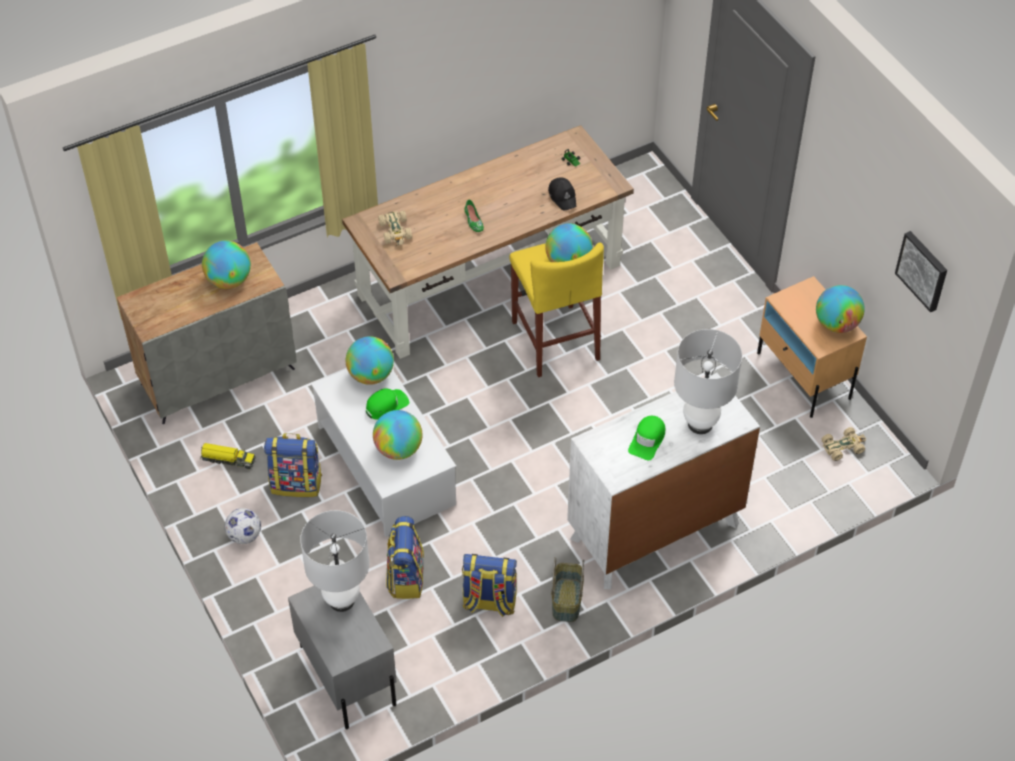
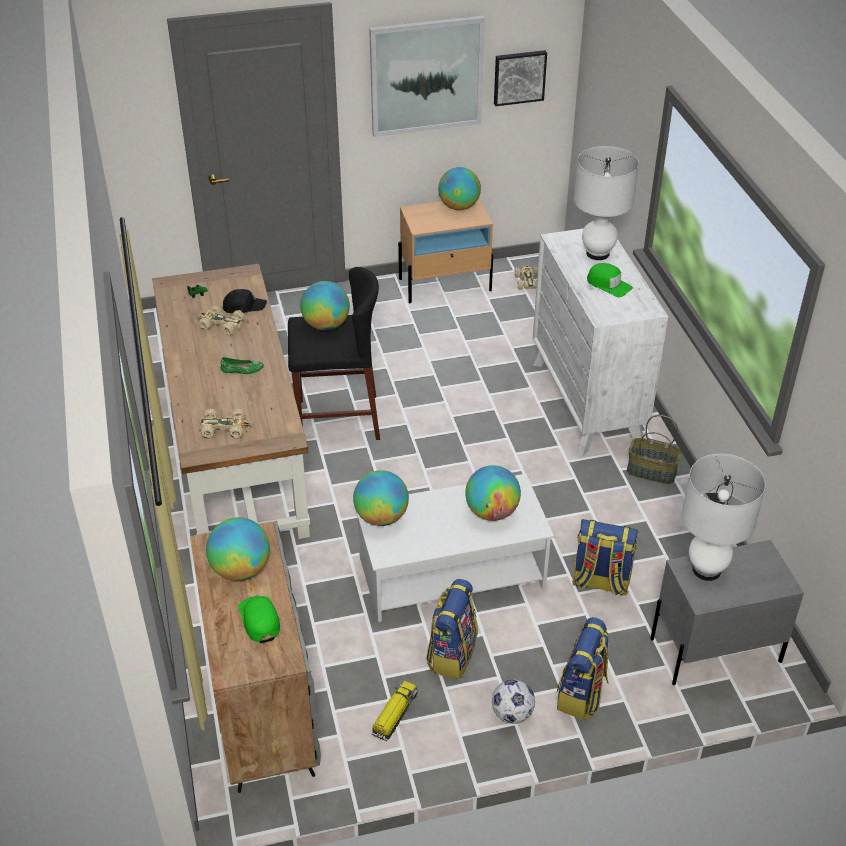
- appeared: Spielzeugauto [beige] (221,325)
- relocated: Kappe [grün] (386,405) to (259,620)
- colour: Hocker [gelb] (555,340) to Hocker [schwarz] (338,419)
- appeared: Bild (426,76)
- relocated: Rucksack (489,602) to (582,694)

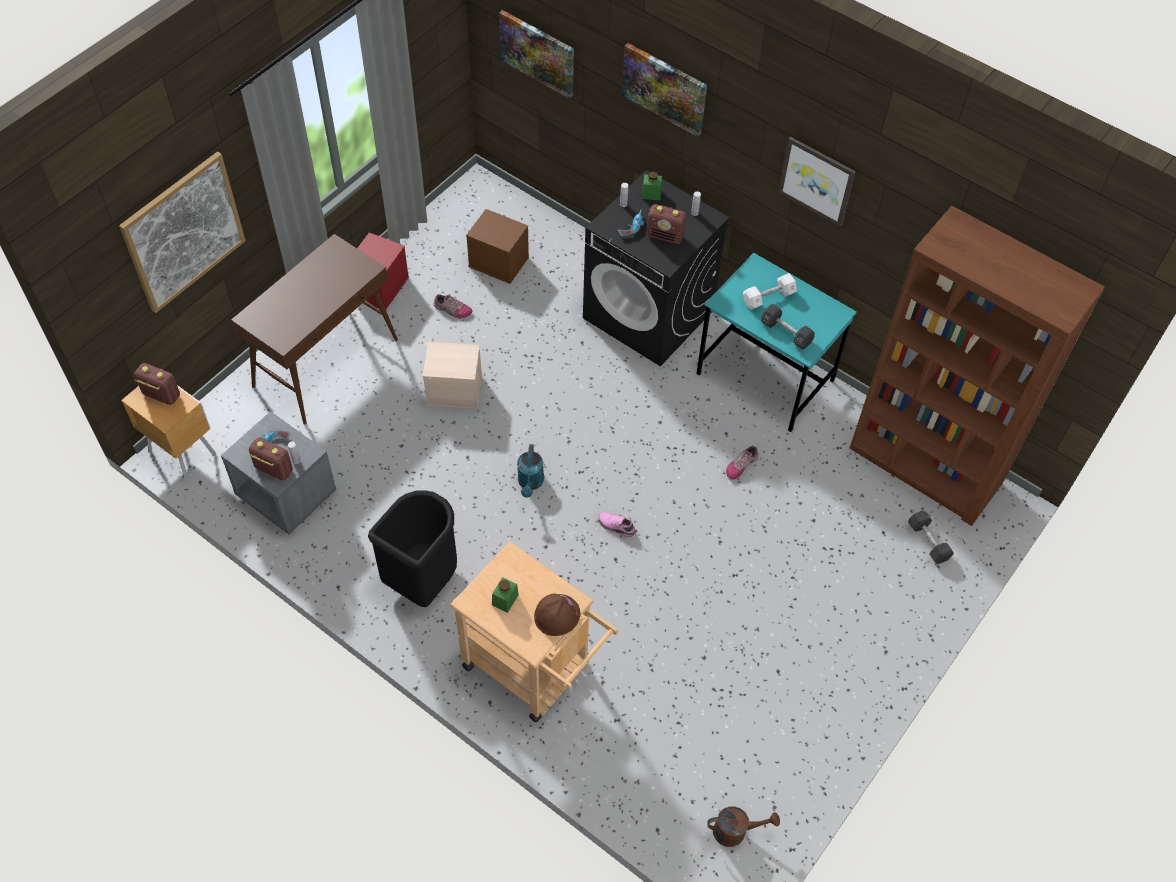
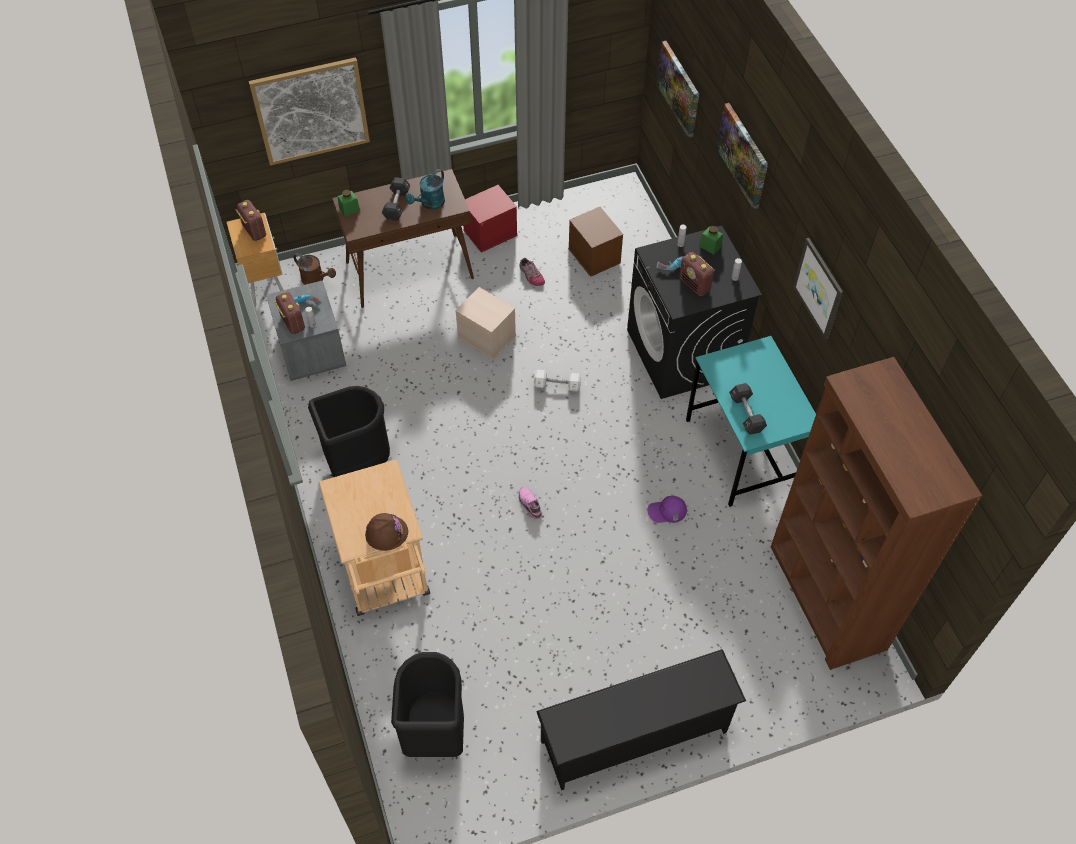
- relocated: Gießkanne [braun] (736,831) to (316,280)
- relocated: Vorratsglas [grün] (505,600) to (349,209)
- relocated: Hantel [schwarz] (928,542) to (396,205)
- appeared: Mülleimer [schwarz] (434,732)
- relocated: Gießkanne [türkis] (530,483) to (429,204)
- relocated: Hantel [weiß] (768,297) to (557,385)
- appeared: Schuhregal [schwarz] (635,738)
- exchanged: Schuh (741,465) to Kappe [lila] (667,511)

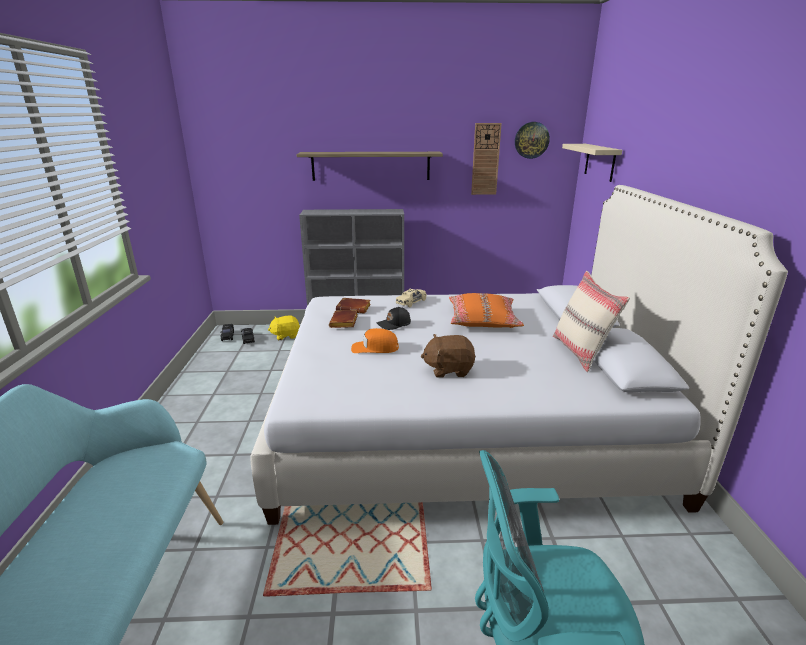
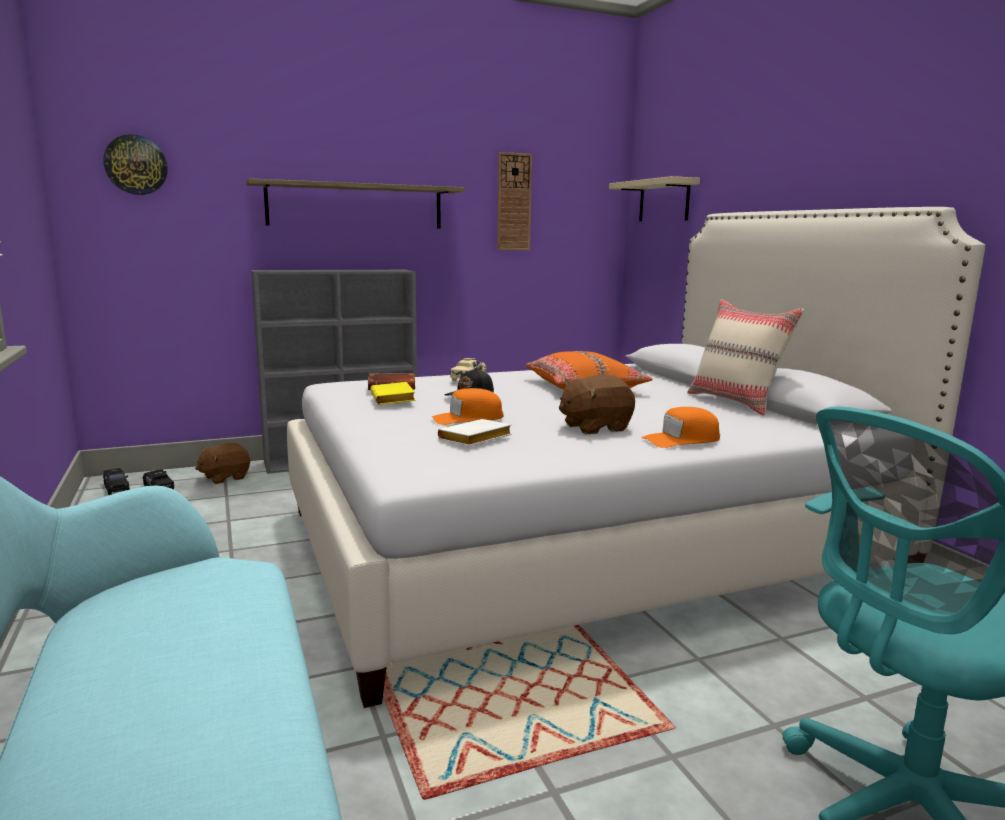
- relocated: Wanduhr (531,140) to (136,165)
- colour: Plüschtier [gelb] (285,336) to Plüschtier [braun] (225,477)
- colour: Buch [braun] (345,322) to Buch [gelb] (394,399)
- appeared: Buch [weiß] (475,439)
- appeared: Kappe [orange] (681,440)

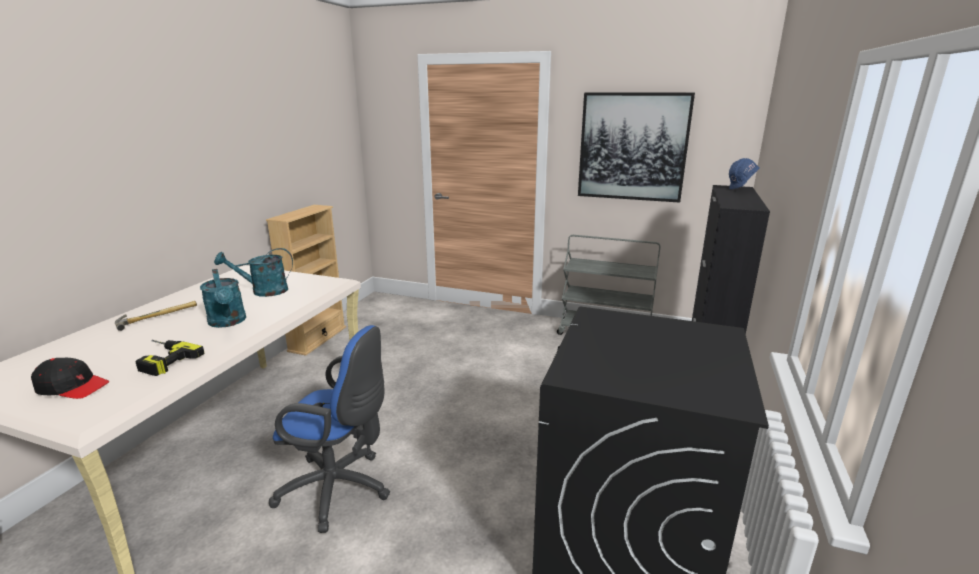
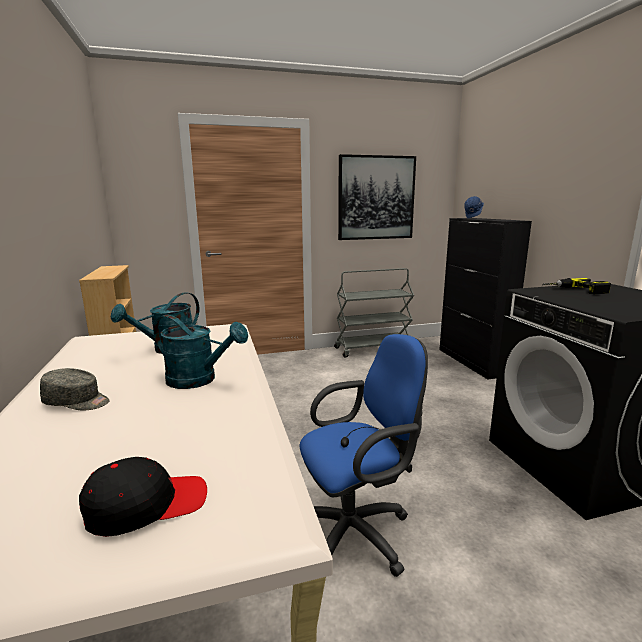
- exchanged: Hammer (157,317) to Kappe [grau] (77,402)
- relocated: Bohrmaschine (160,360) to (575,290)

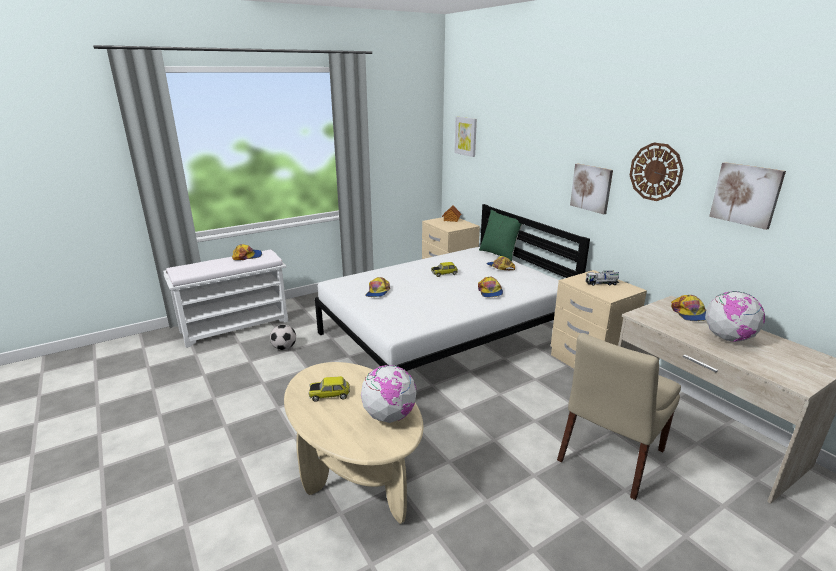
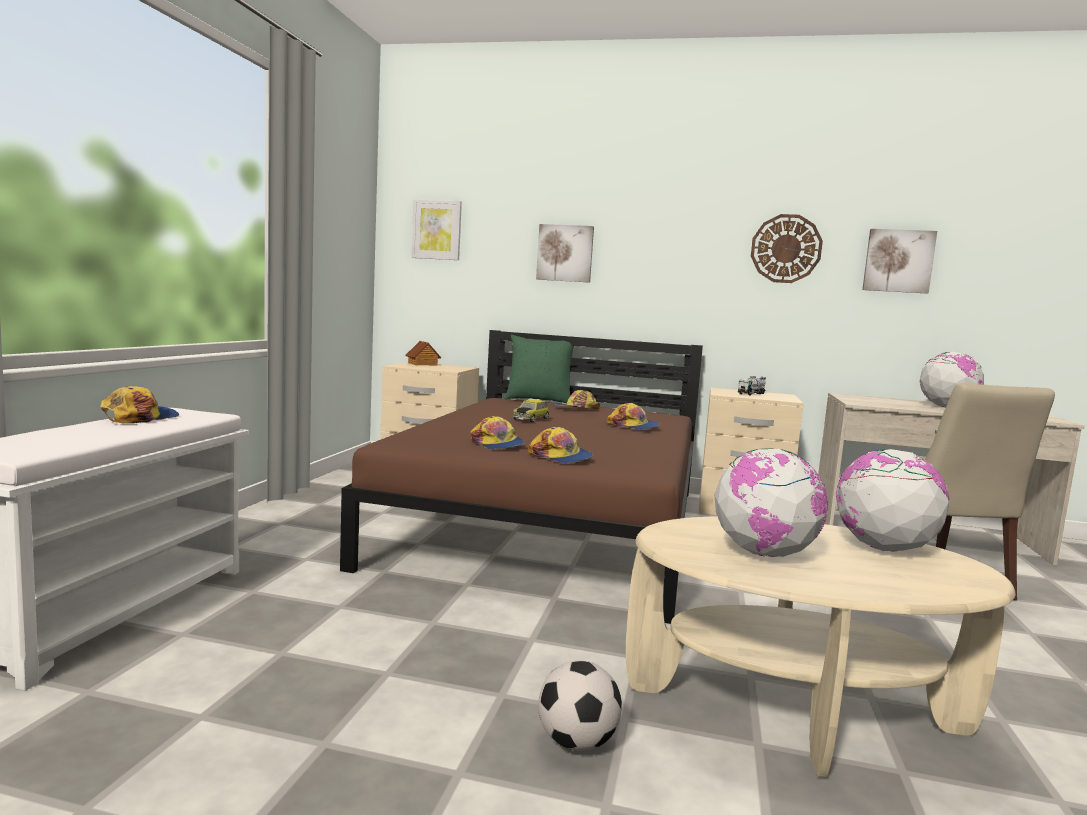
- colour: Bett [weiß] (445,336) to Bett [braun] (551,525)
- relocated: Kappe (690,313) to (561,457)
- relocated: Bild (591,188) to (565,253)
- relocated: Fußball (284,348) to (577,742)
- exchanged: Spielzeugauto (330,394) to Globus (764,553)

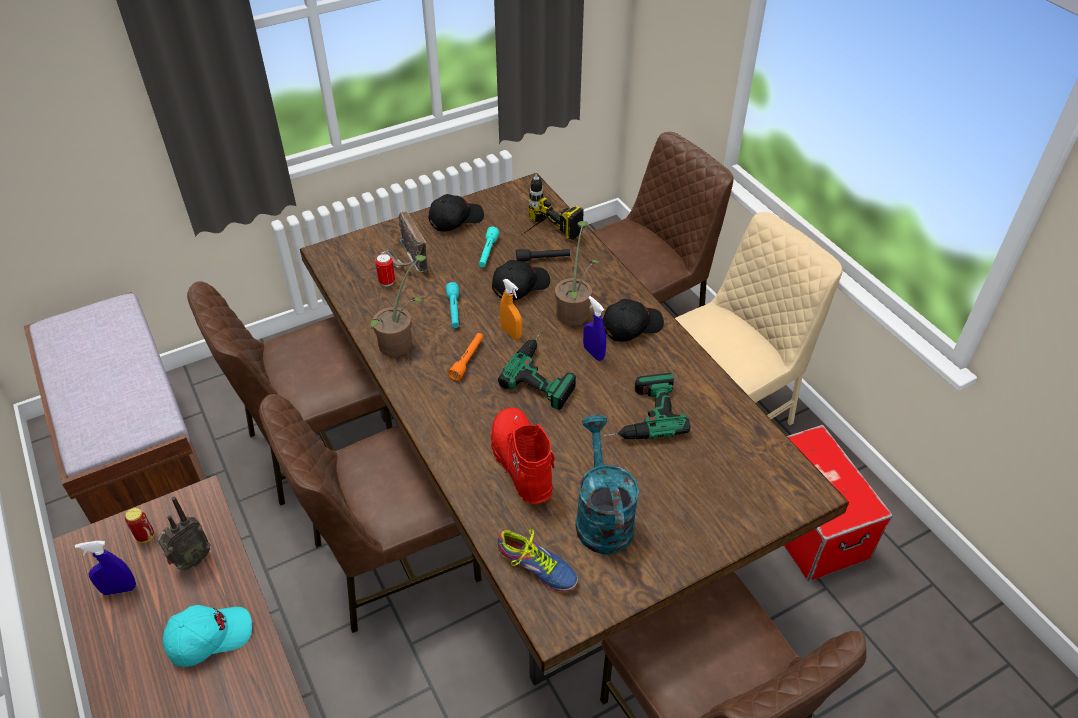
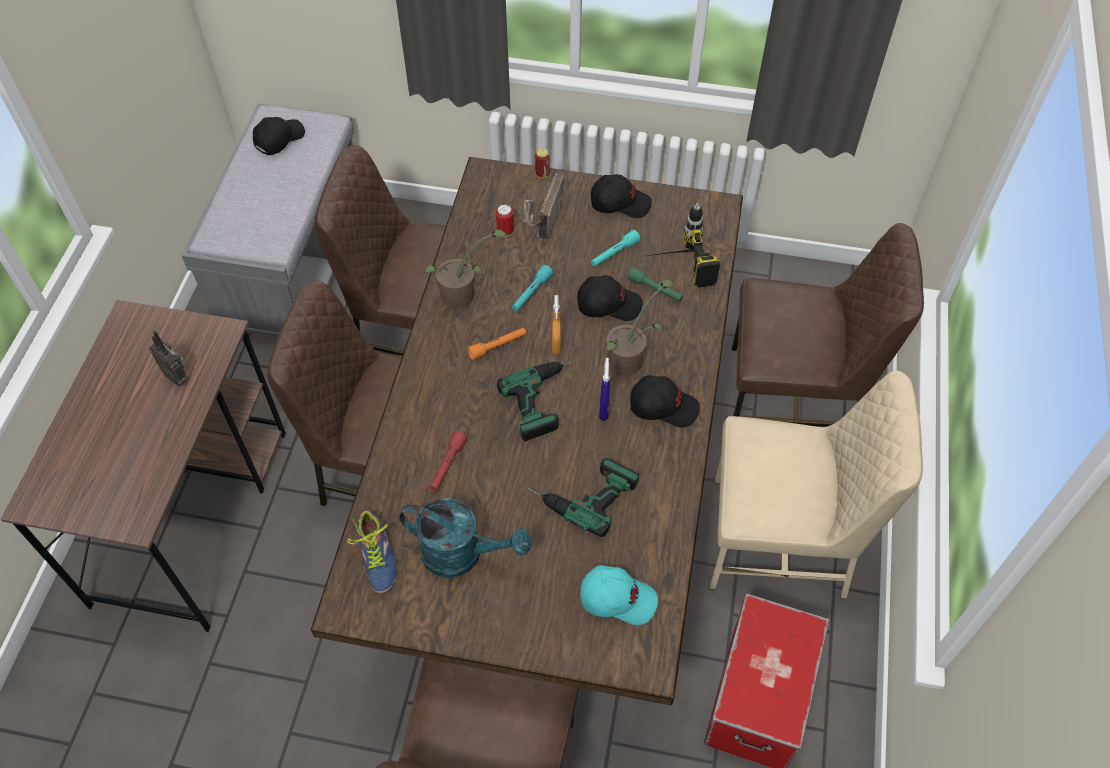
- spun: Radio (191,560) = (178,377) 45 degrees clockwise
- colour: Bank [braun] (142,463) to Bank [grau] (294,264)
- appeared: Kappe [schwarz] (279,139)
- spun: Gießkanne [türkis] (601,516) = (462,554) 75 degrees clockwise
- exchanged: Stiefel [rot] (520,464) to Taschenlampe [rot] (447,465)
- relocated: Dose (145,536) to (542,174)
- relocated: Kappe [türkis] (209,637) to (617,598)
- colour: Taschenlampe [schwarz] (543,259) to Taschenlampe [grün] (655,290)
- missing: Sprühflasche [blau] (119,589)

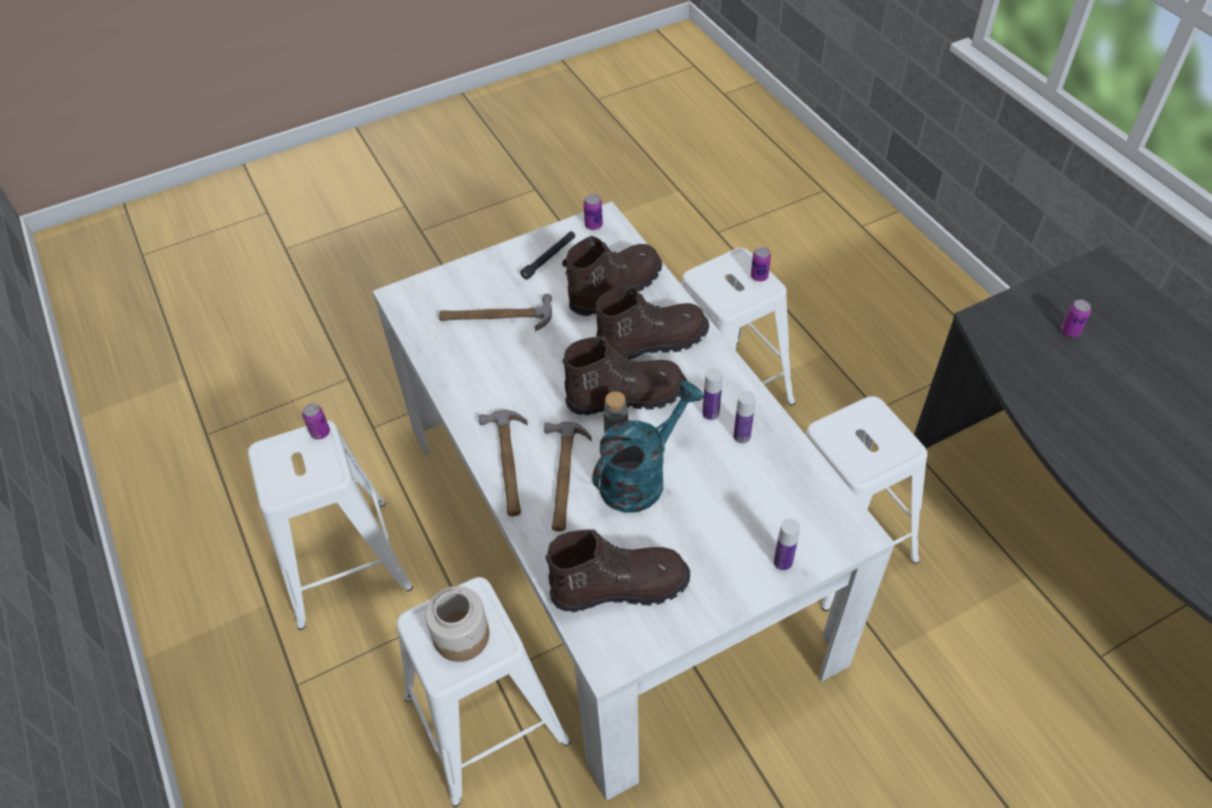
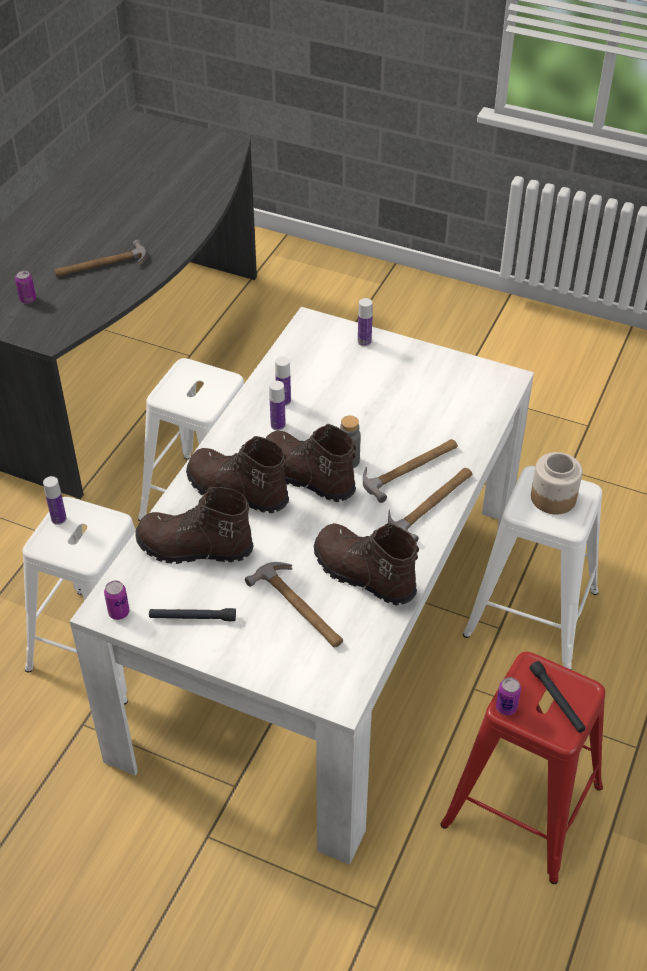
- exchanged: Dose (759,276) to Flasche (59,519)
- appeared: Hammer (101,265)
- relocated: Stiefel [braun] (619,586) to (363,575)
- colour: Hocker [weiß] (341,561) to Hocker [rot] (523,807)
- appeared: Taschenlampe [schwarz] (557,700)
- missing: Gießkanne [türkis] (641,476)

